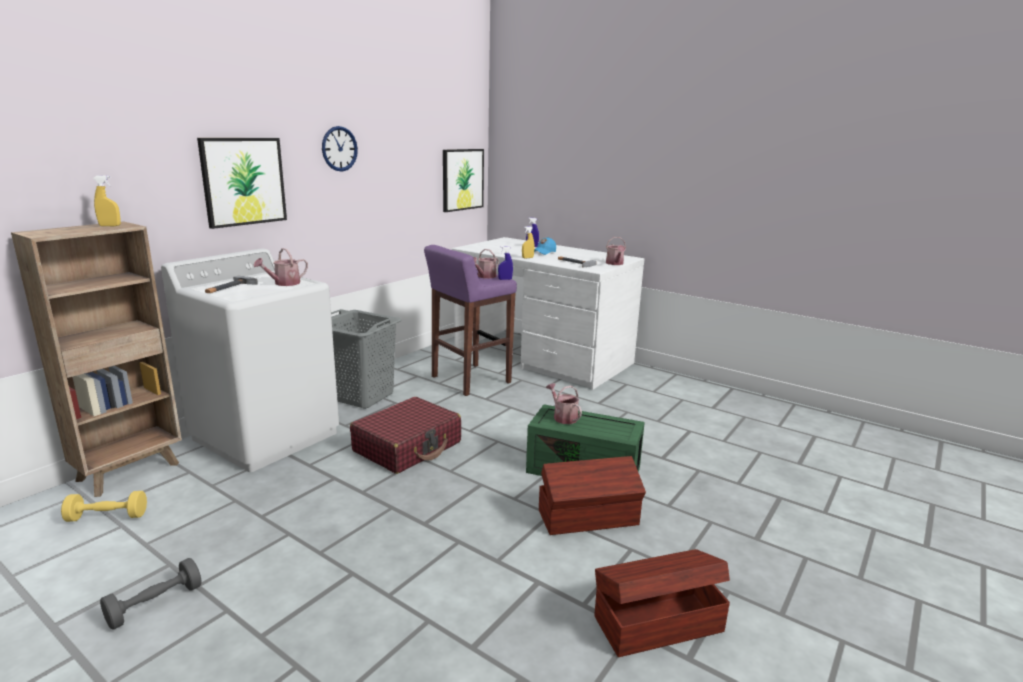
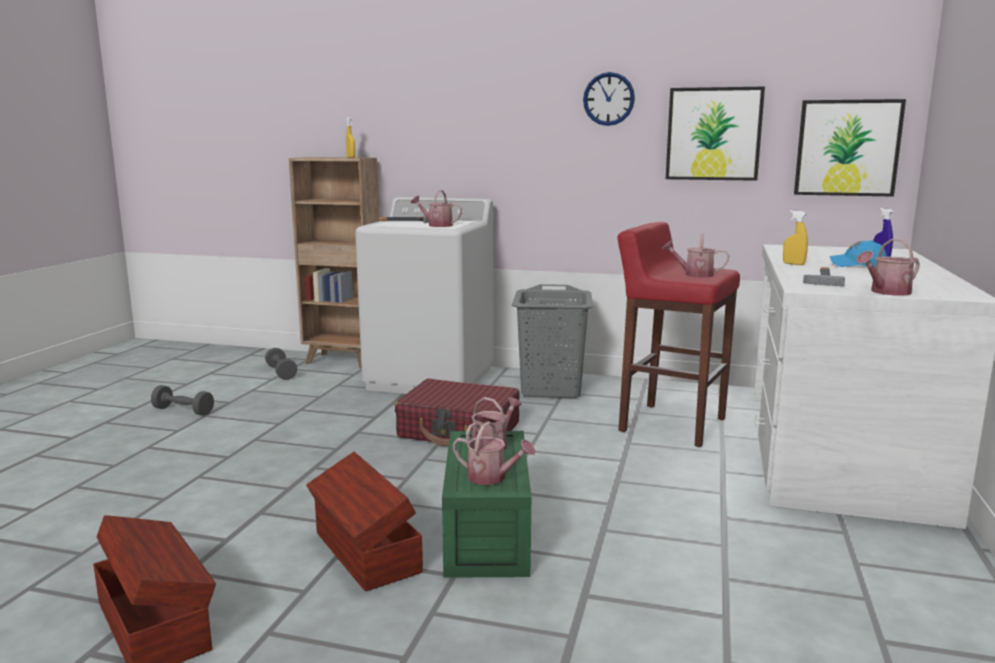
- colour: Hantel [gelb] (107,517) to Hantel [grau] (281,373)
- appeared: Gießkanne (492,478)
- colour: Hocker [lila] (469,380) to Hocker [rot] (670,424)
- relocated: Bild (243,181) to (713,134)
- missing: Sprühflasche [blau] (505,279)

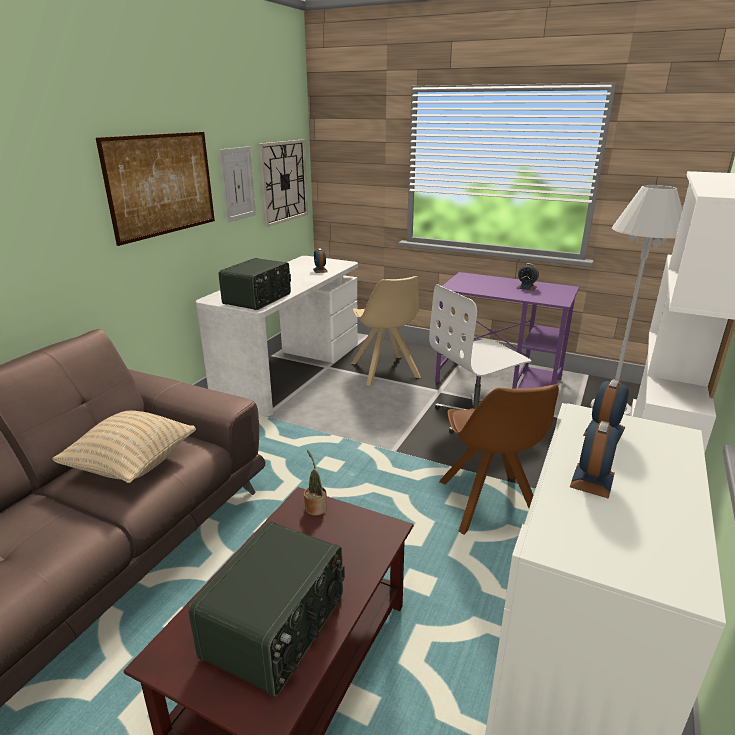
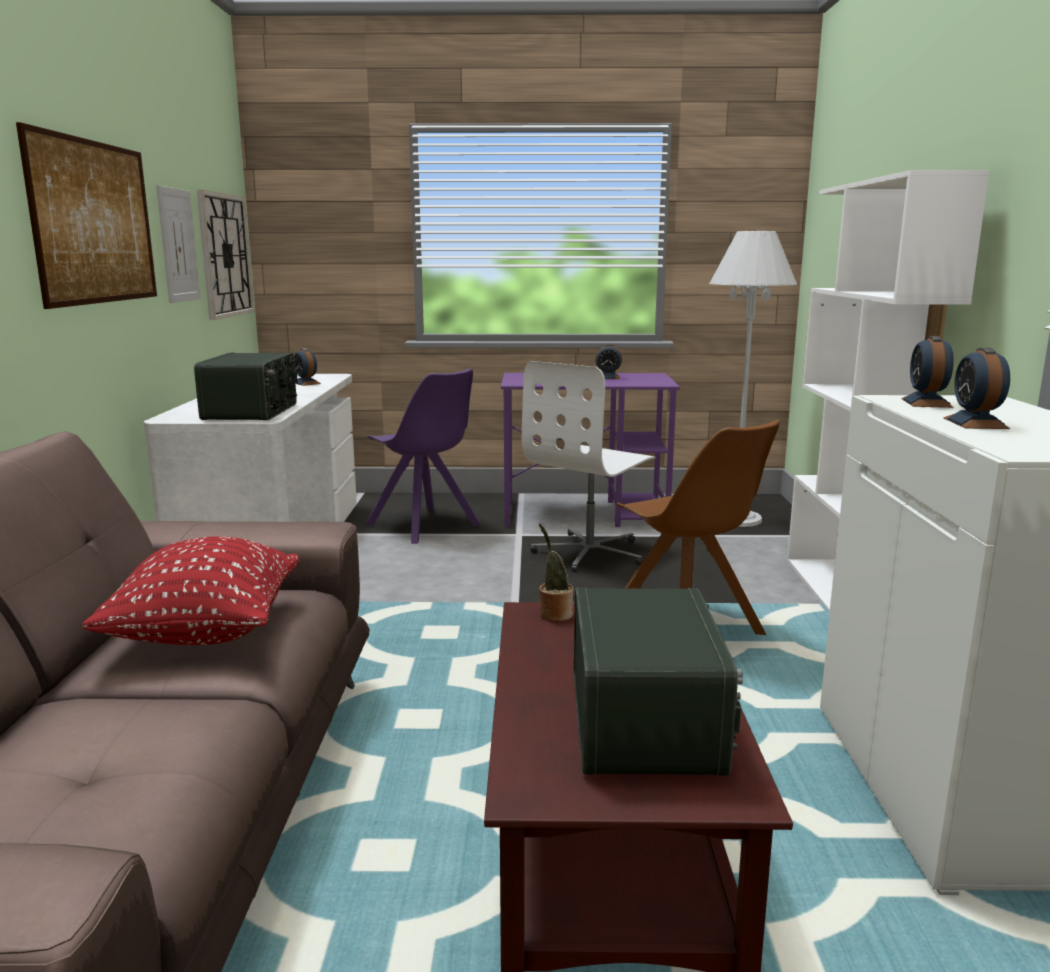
- colour: Kissen [beige] (132,466) to Kissen [rot] (206,632)
- colour: Stuhl [beige] (385,371) to Stuhl [lila] (425,526)

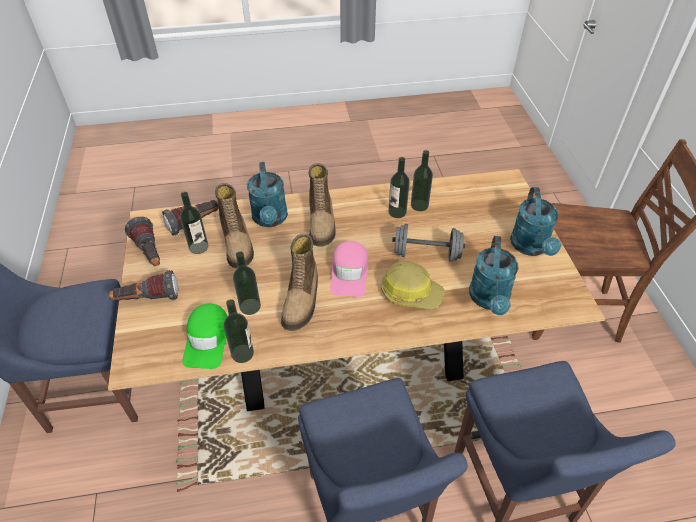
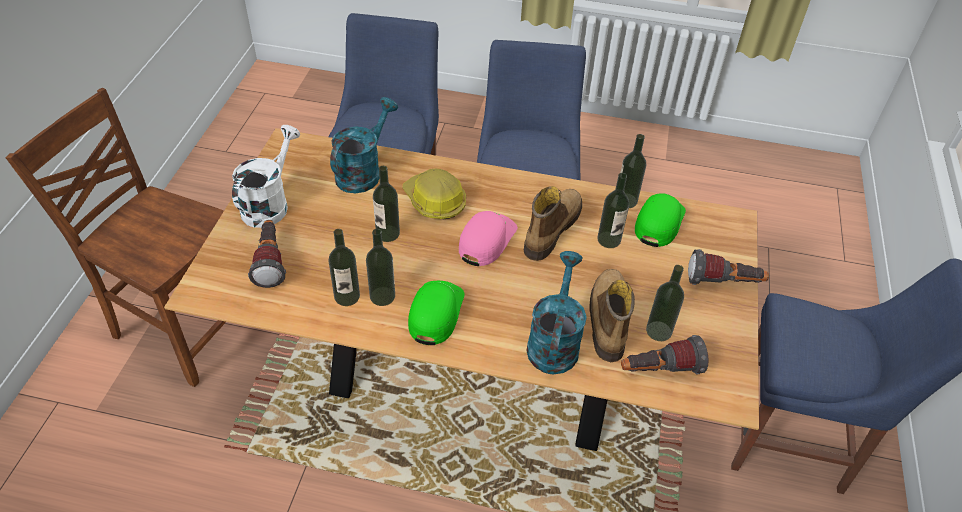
- colour: Gießkanne [türkis] (531,247) to Gießkanne [weiß] (269,203)
- relocated: Taschenlampe (150,253) to (270,261)
- exchanged: Hantel [grau] (426,254) to Flasche (387,233)
- appeared: Kappe [grün] (435,313)
- missing: Stiefel (322,223)

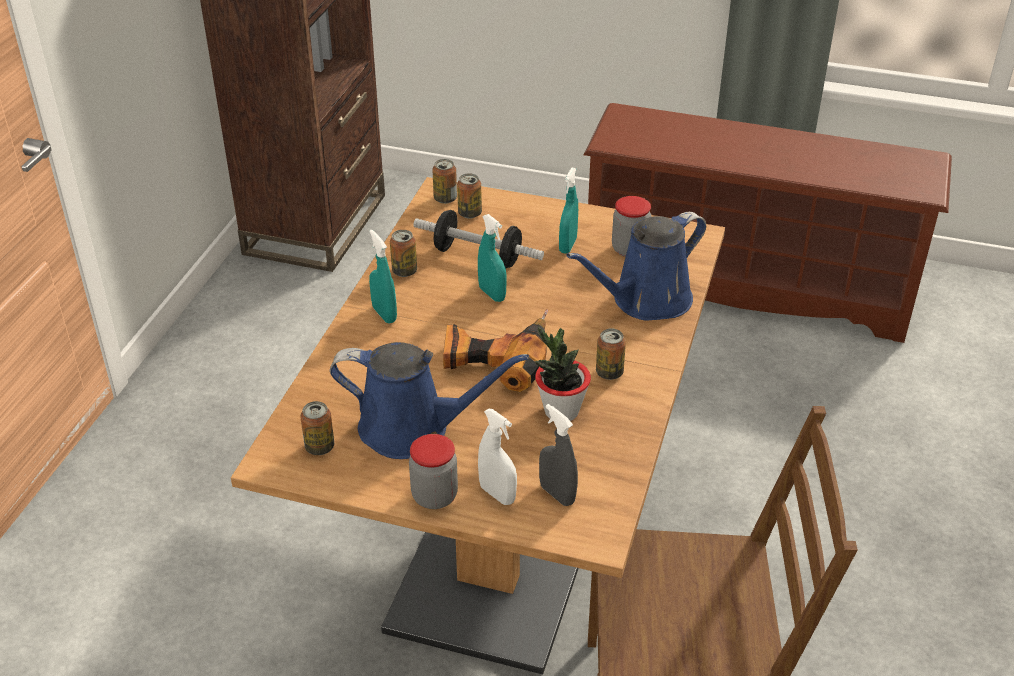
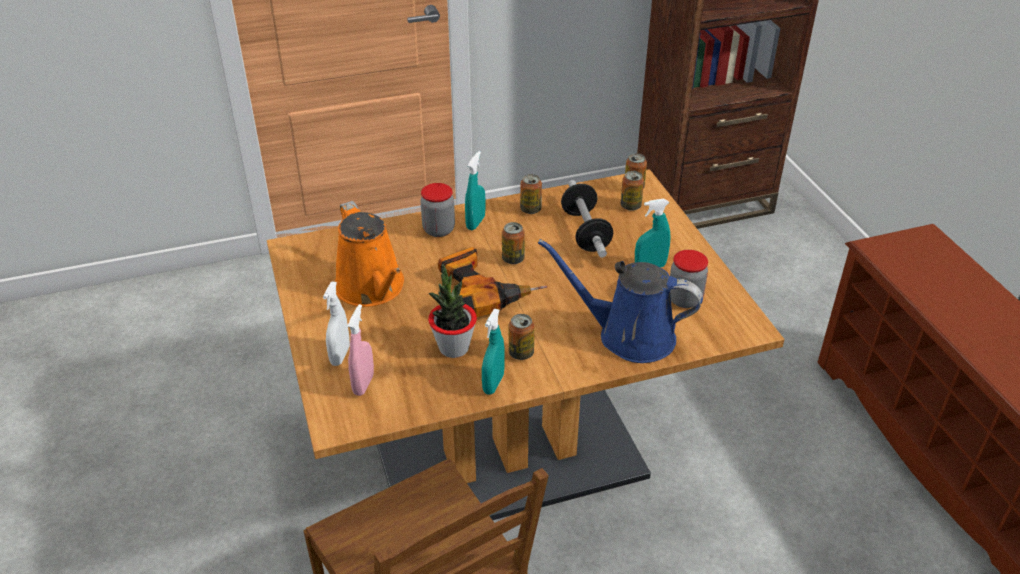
- colour: Gießkanne [blau] (413,429) to Gießkanne [orange] (372,289)
- colour: Sprühflasche [grau] (557,494) to Sprühflasche [rosa] (363,384)
- relocated: Vorratsglas (434,496) to (438,230)
- relocated: Sprühflasche [türkis] (492,294) to (493,384)
- relocated: Dose (319,447) to (513,259)

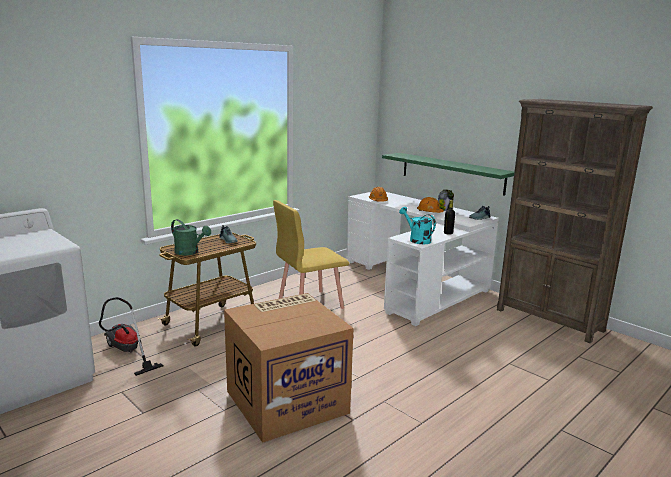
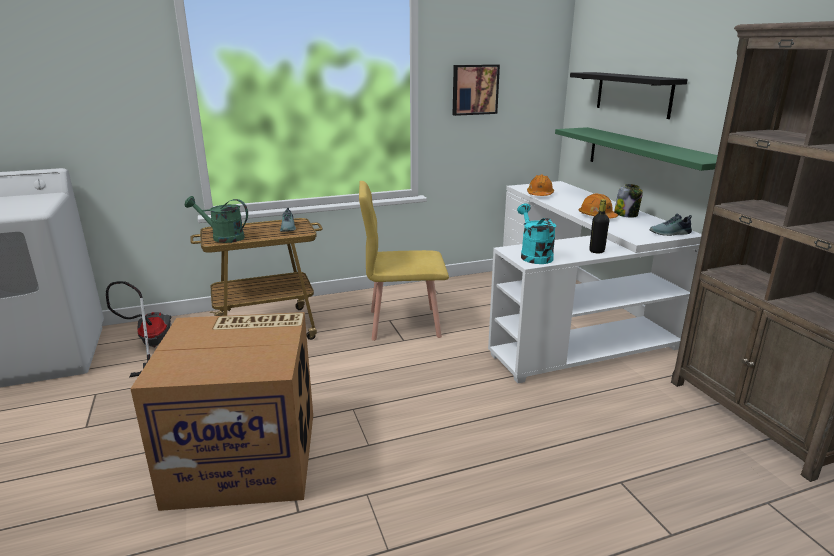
- spun: Gießkanne [grün] (190,252) = (223,237) 135 degrees clockwise
- appeared: Bild (474,89)
- appeared: Wandregal [schwarz] (633,94)

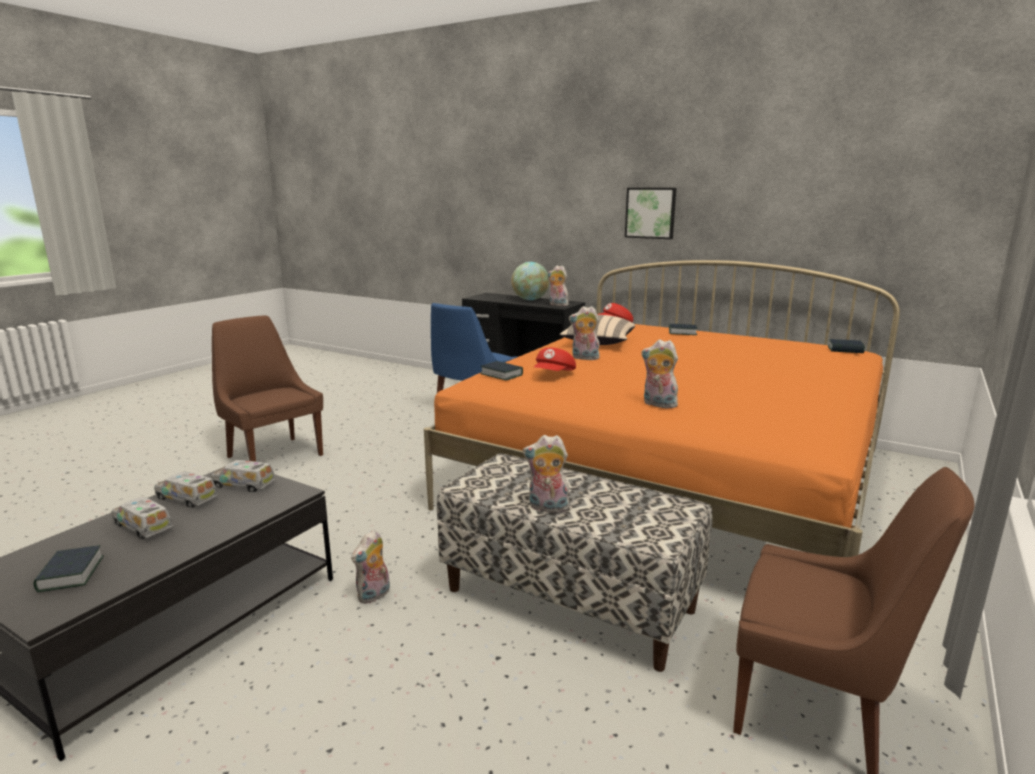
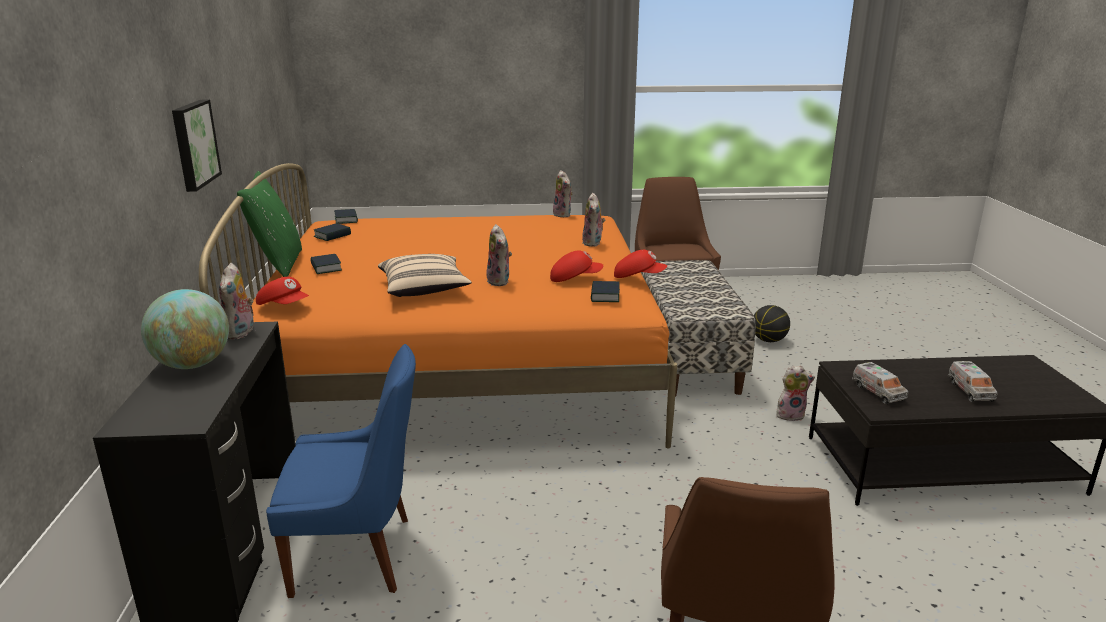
- appeared: Kissen [grün] (278,264)
- relocated: Buch (71,574) to (332,236)
- relocated: Plüschtier (547,508) to (563,215)
- appeared: Kappe [rot] (638,277)
- appeared: Basketball (768,340)
- missing: Spielzeuglaster (187,498)

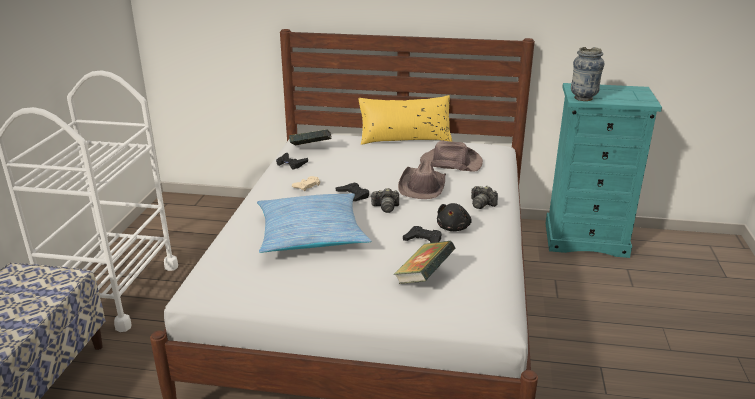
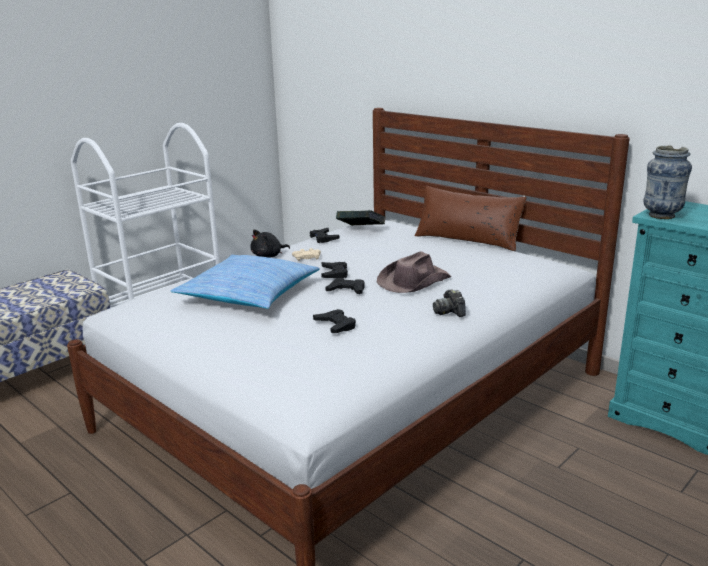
- relocated: Plüschtier [schwarz] (453,227) to (268,256)
- exchanged: Kamera (385,207) to Gamepad [schwarz] (346,290)
- colour: Kissen [gelb] (405,139) to Kissen [braun] (467,239)
- missing: Buch (424,277)
- missing: Hut [braun] (450,162)

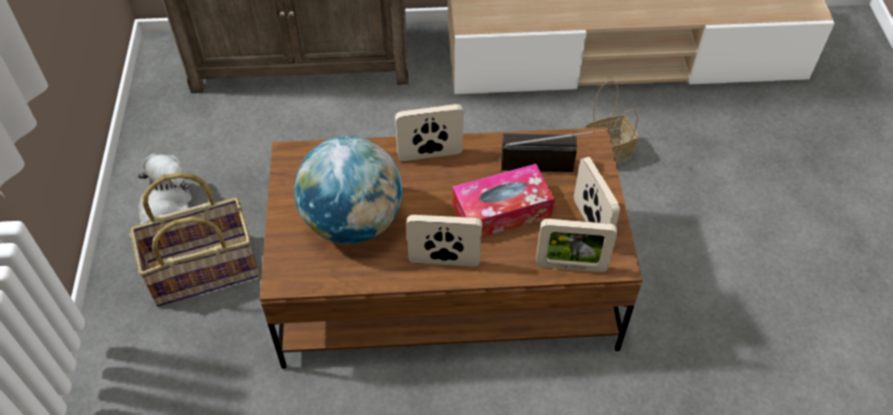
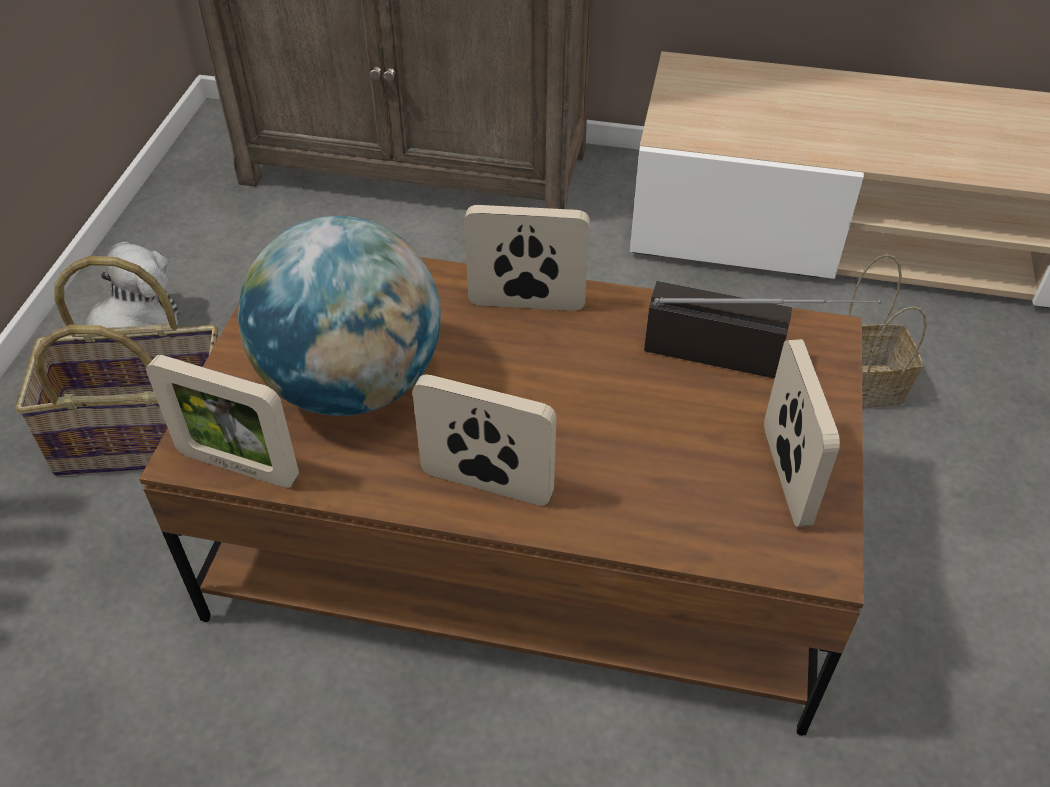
- relocated: Bilderrahmen (571,266) to (238,466)
- missing: Taschentuchbox (501,211)

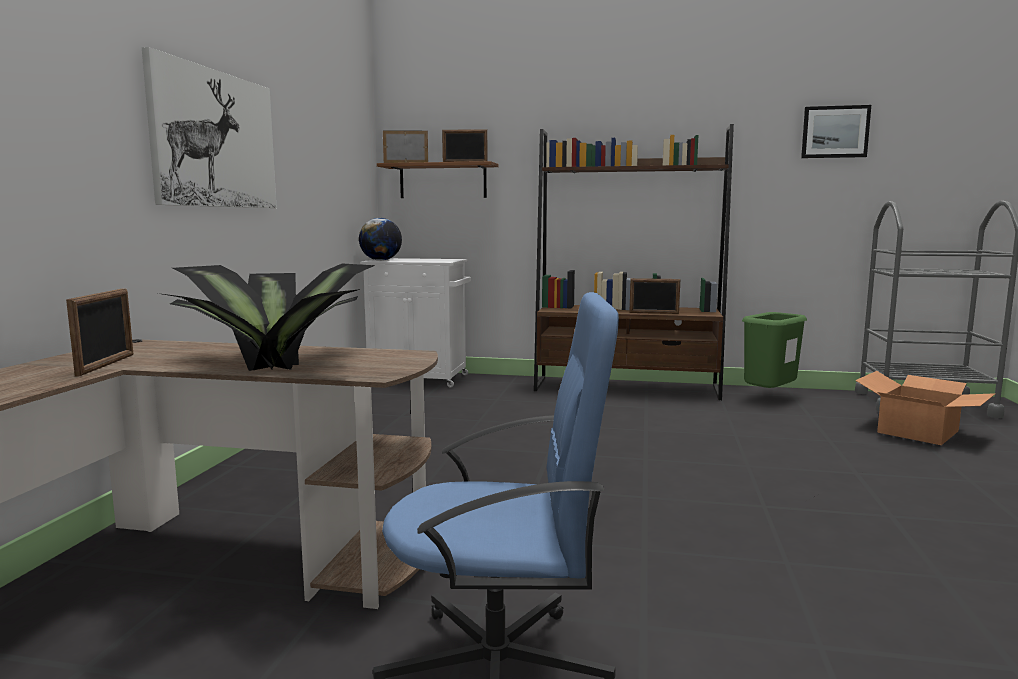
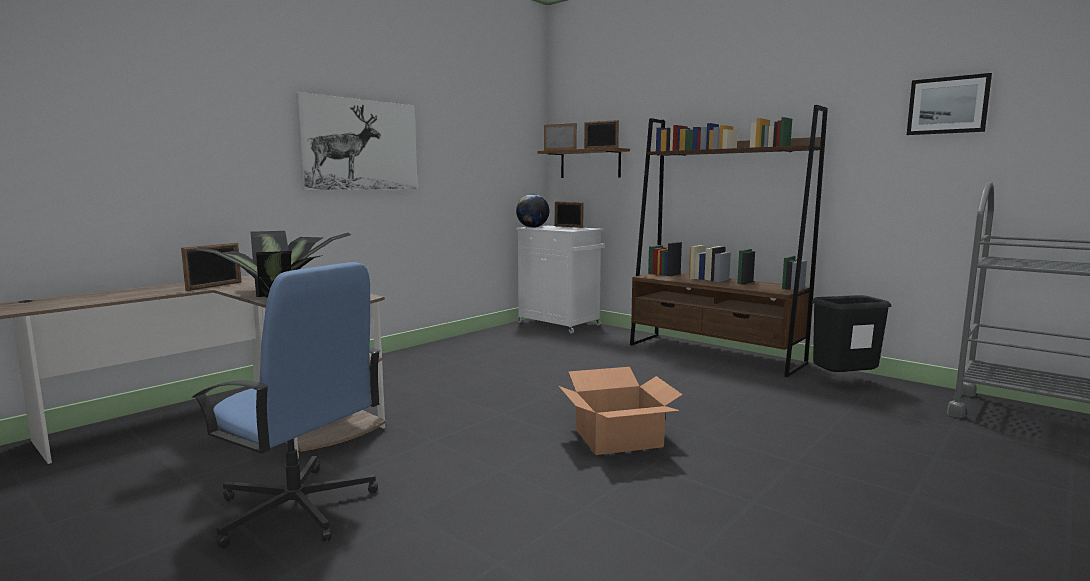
- relocated: Bilderrahmen (654,313) to (568,226)
- relocated: Karton (919,432) to (618,438)
- colour: Mülleimer [grün] (768,397) to Mülleimer [schwarz] (843,382)

